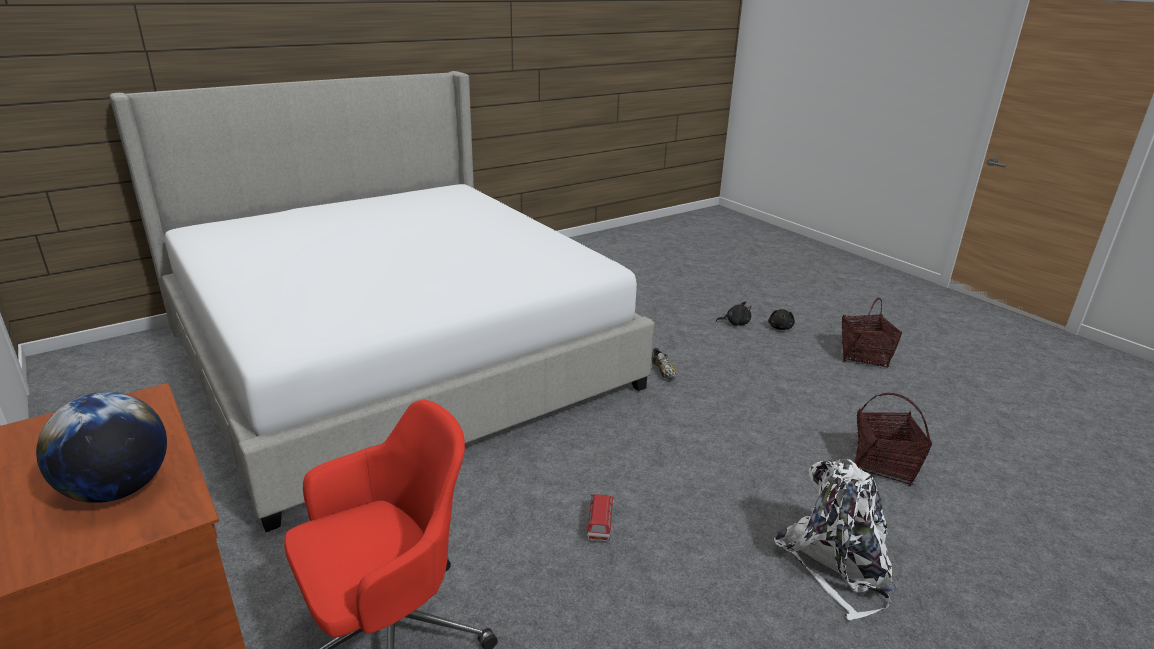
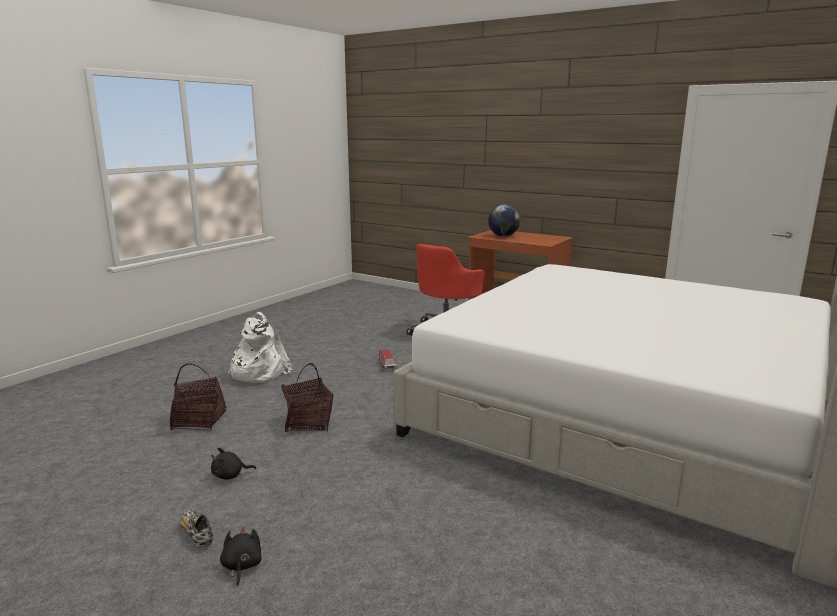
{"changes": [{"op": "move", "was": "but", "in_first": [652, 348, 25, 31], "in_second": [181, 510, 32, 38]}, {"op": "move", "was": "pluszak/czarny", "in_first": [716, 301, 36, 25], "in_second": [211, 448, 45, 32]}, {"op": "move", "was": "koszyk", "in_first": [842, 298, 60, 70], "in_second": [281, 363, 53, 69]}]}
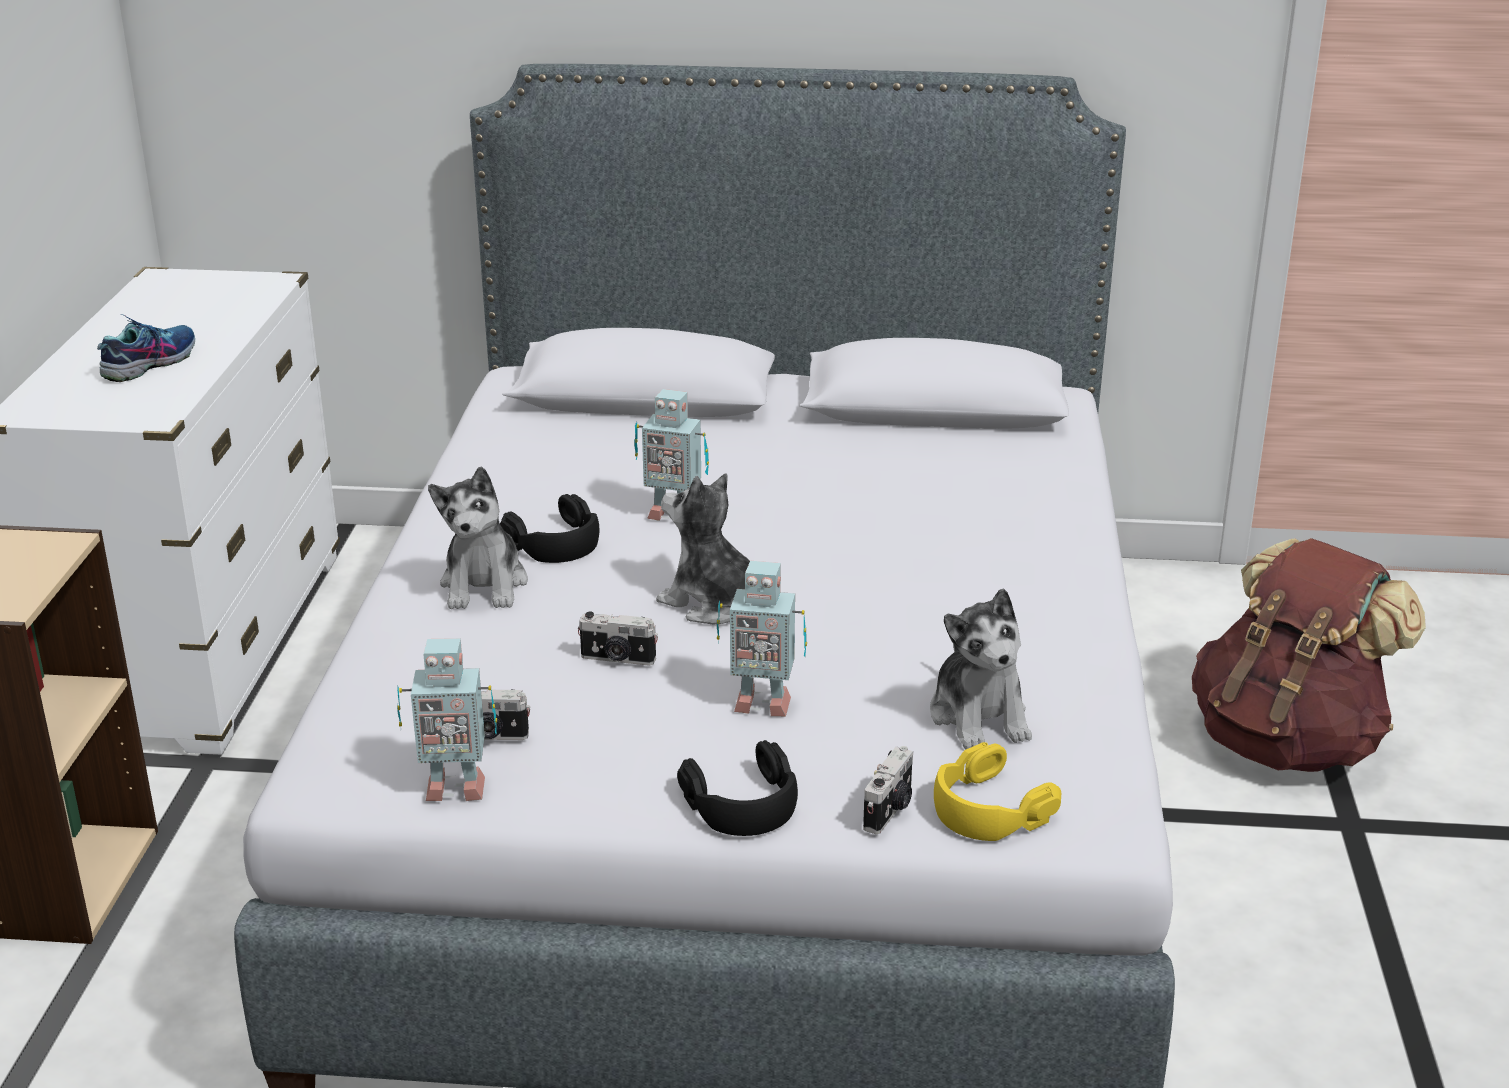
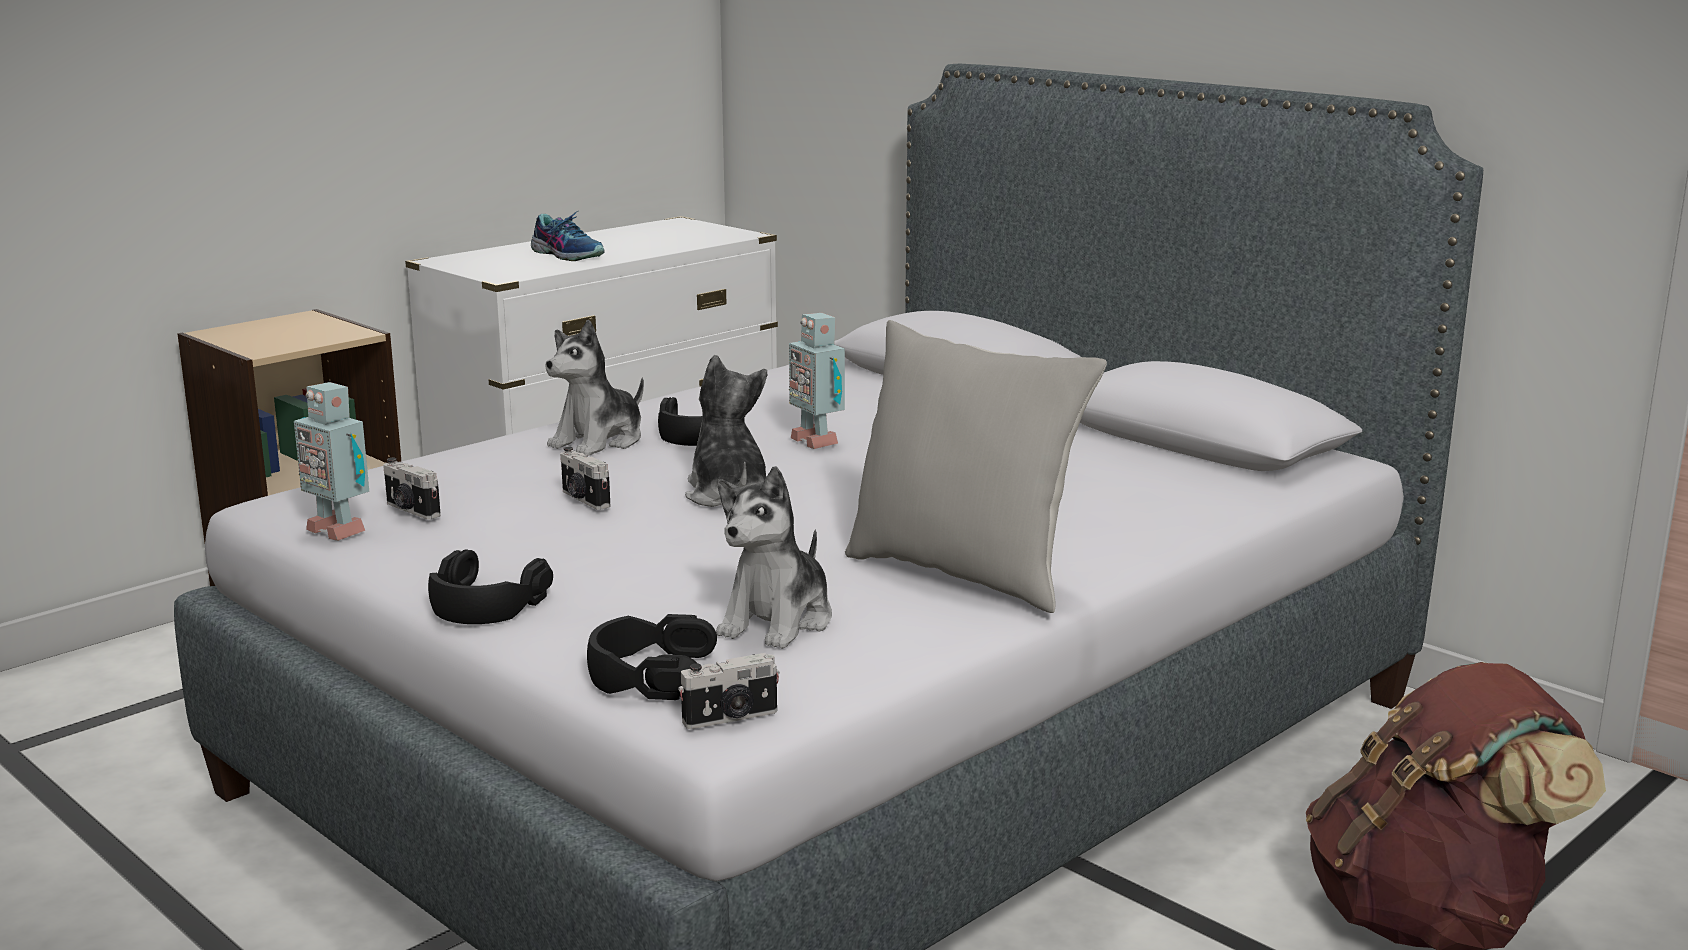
{"changes": [{"op": "delete", "was": "robot zabawkowy", "in_first": [717, 561, 90, 156]}, {"op": "insert", "now": "poduszka/szary", "in_second": [845, 320, 262, 293]}, {"op": "move", "was": "aparat fotograficzny", "in_first": [863, 746, 50, 88], "in_second": [678, 653, 102, 76]}, {"op": "recolor", "was": "słuchawki/żółty", "now": "słuchawki/czarny", "in_first": [934, 742, 127, 99], "in_second": [587, 614, 130, 86]}, {"op": "rotate", "was": "but", "in_first": [97, 314, 98, 68], "in_second": [531, 211, 74, 50], "clockwise": 60}]}
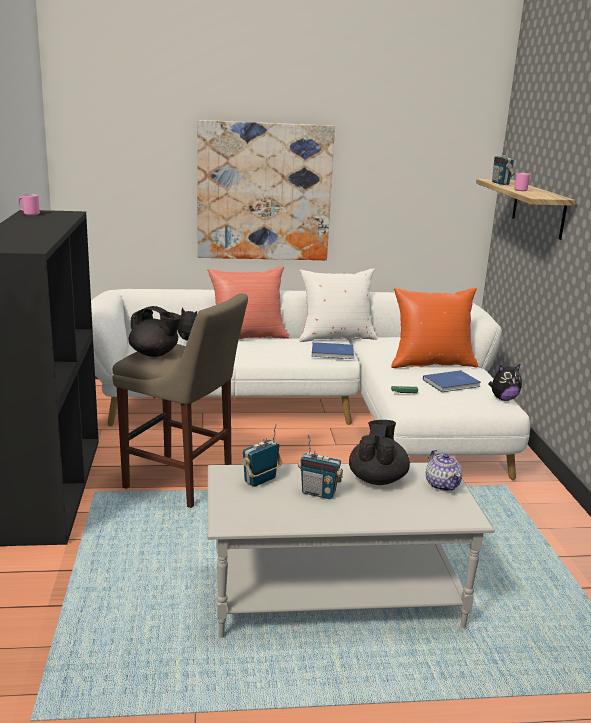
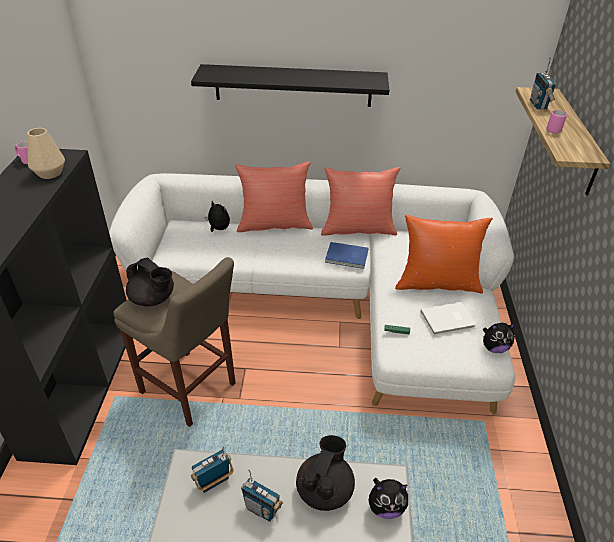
{"changes": [{"op": "insert", "now": "wazon/beżowy", "in_second": [27, 128, 38, 51]}, {"op": "replace", "was": "obraz", "now": "półka/czarny", "in_first": [197, 120, 138, 140], "in_second": [191, 64, 198, 43]}, {"op": "replace", "was": "imbryk", "now": "pluszak", "in_first": [426, 450, 36, 41], "in_second": [369, 478, 39, 41]}, {"op": "recolor", "was": "poduszka/biały", "now": "poduszka/czerwony", "in_first": [299, 268, 79, 74], "in_second": [321, 167, 79, 69]}, {"op": "recolor", "was": "książka/niebieski", "now": "książka/biały", "in_first": [423, 370, 58, 22], "in_second": [420, 302, 56, 34]}]}
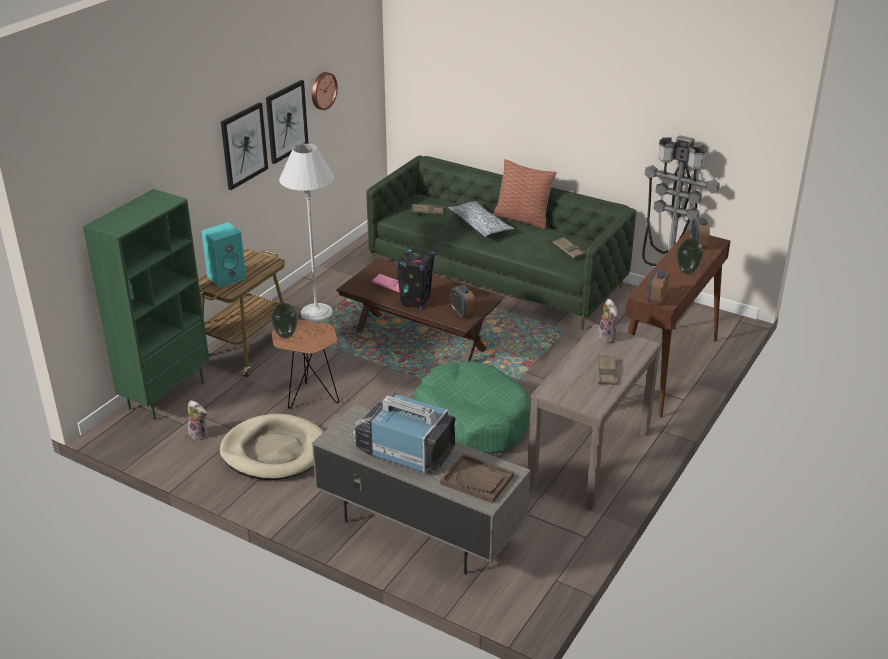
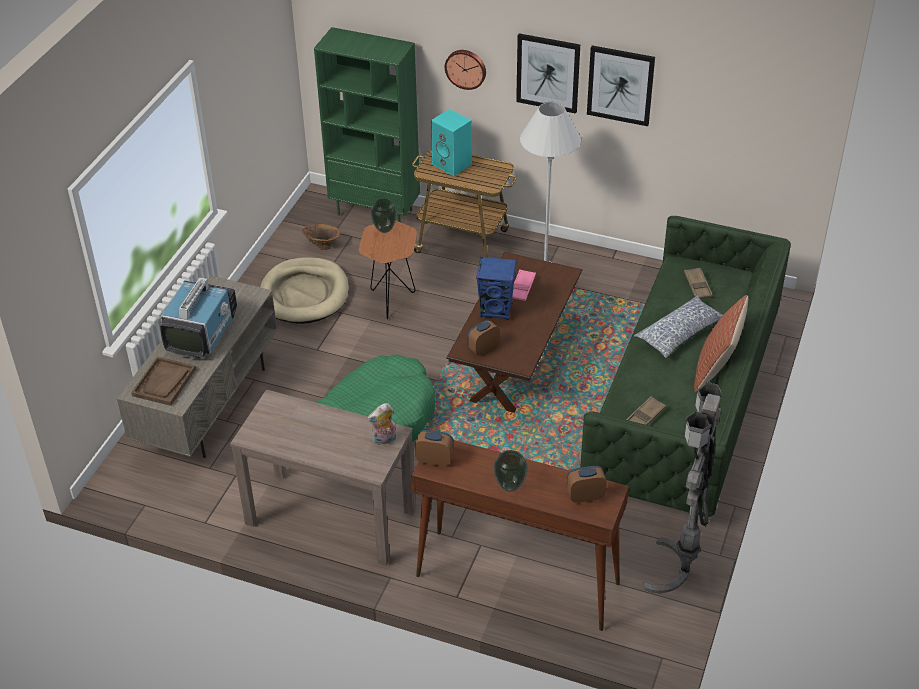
{"changes": [{"op": "delete", "was": "taca/brązowy", "in_first": [597, 355, 20, 30]}, {"op": "move", "was": "zegar ścienny", "in_first": [312, 72, 26, 38], "in_second": [445, 50, 41, 40]}, {"op": "replace", "was": "pluszak", "now": "wazon/brązowy", "in_first": [188, 400, 20, 41], "in_second": [302, 224, 38, 26]}, {"op": "recolor", "was": "głośnik/czarny", "now": "głośnik/niebieski", "in_first": [396, 247, 39, 62], "in_second": [476, 256, 41, 64]}]}
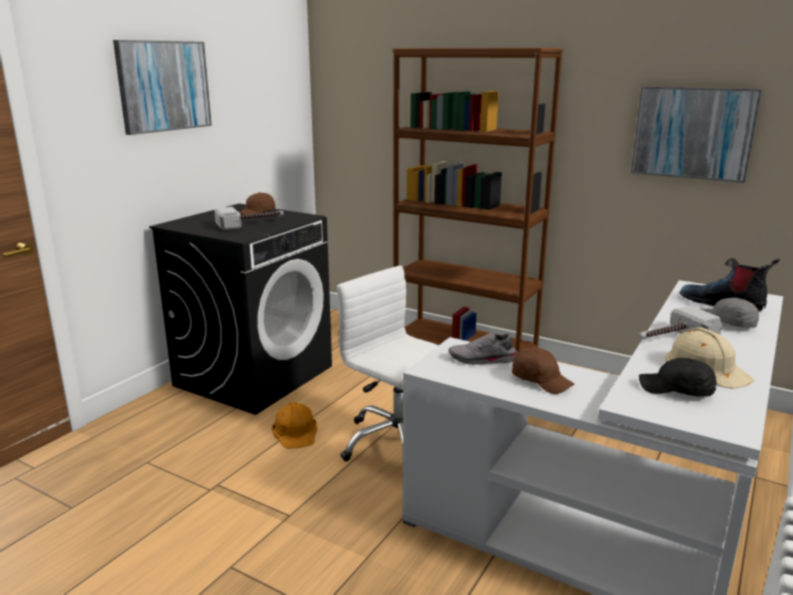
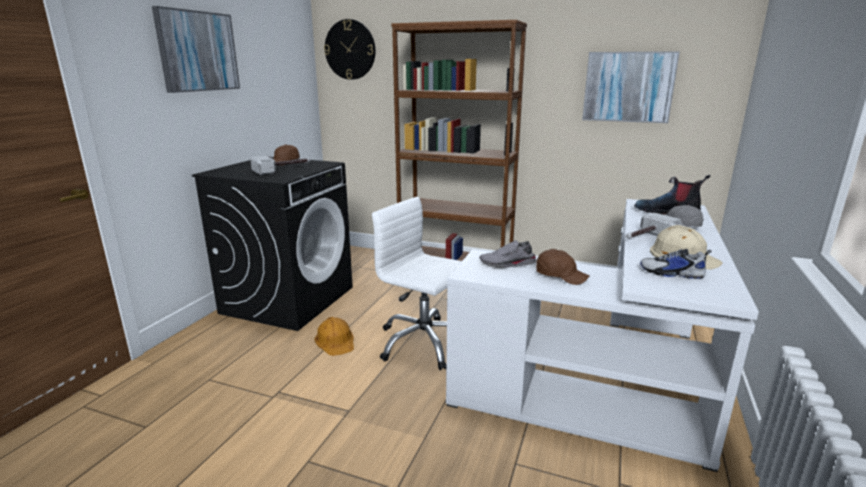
{"changes": [{"op": "insert", "now": "zegar ścienny", "in_second": [324, 19, 51, 61]}, {"op": "replace", "was": "czapka z daszkiem/czarny", "now": "but", "in_first": [639, 358, 78, 39], "in_second": [640, 249, 71, 30]}]}
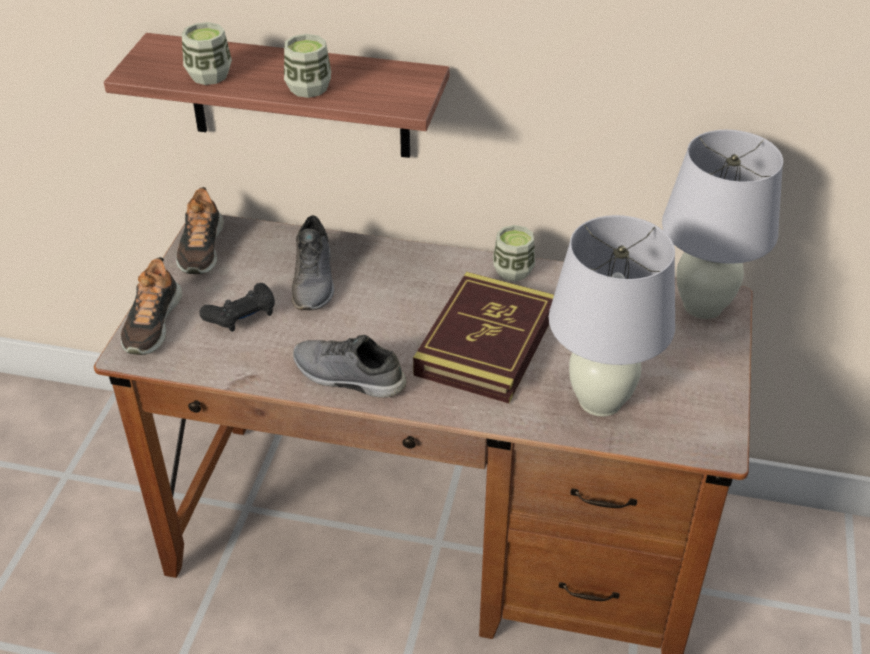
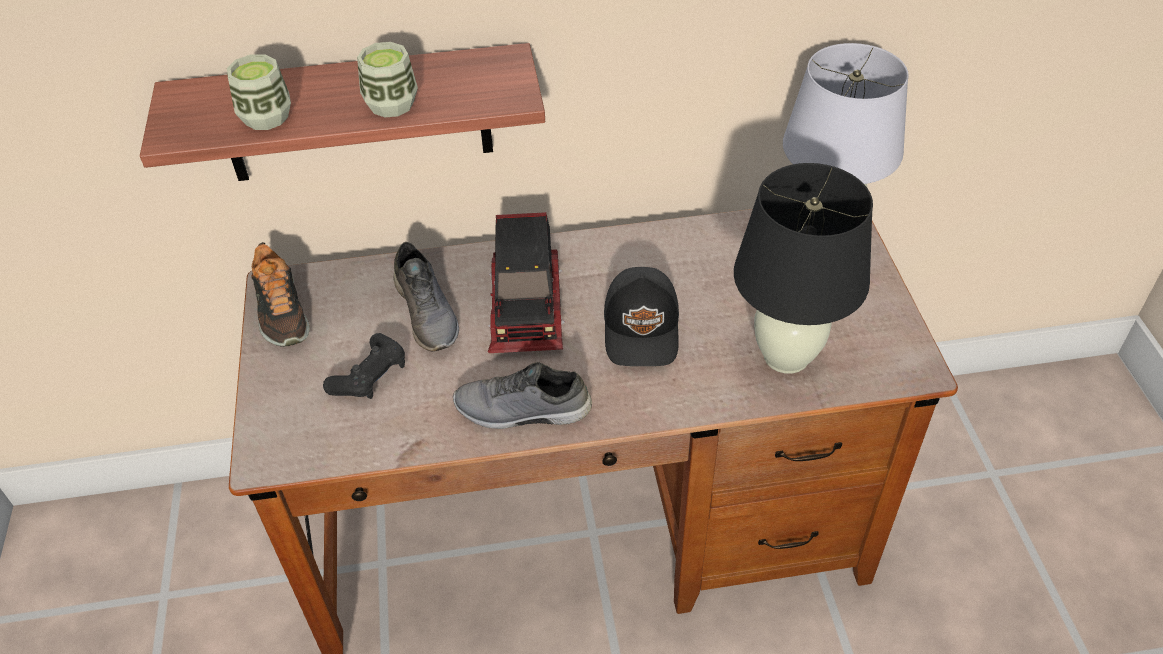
{"changes": [{"op": "delete", "was": "but", "in_first": [121, 257, 61, 98]}, {"op": "delete", "was": "filiżanka", "in_first": [493, 225, 42, 56]}, {"op": "insert", "now": "ciężarówka zabawkowa", "in_second": [488, 212, 77, 141]}, {"op": "replace", "was": "książka", "now": "czapka z daszkiem/czarny", "in_first": [413, 272, 141, 131], "in_second": [604, 267, 75, 99]}, {"op": "recolor", "was": "lampa stołowa/biały", "now": "lampa stołowa/czarny", "in_first": [549, 215, 126, 202], "in_second": [734, 163, 139, 211]}]}
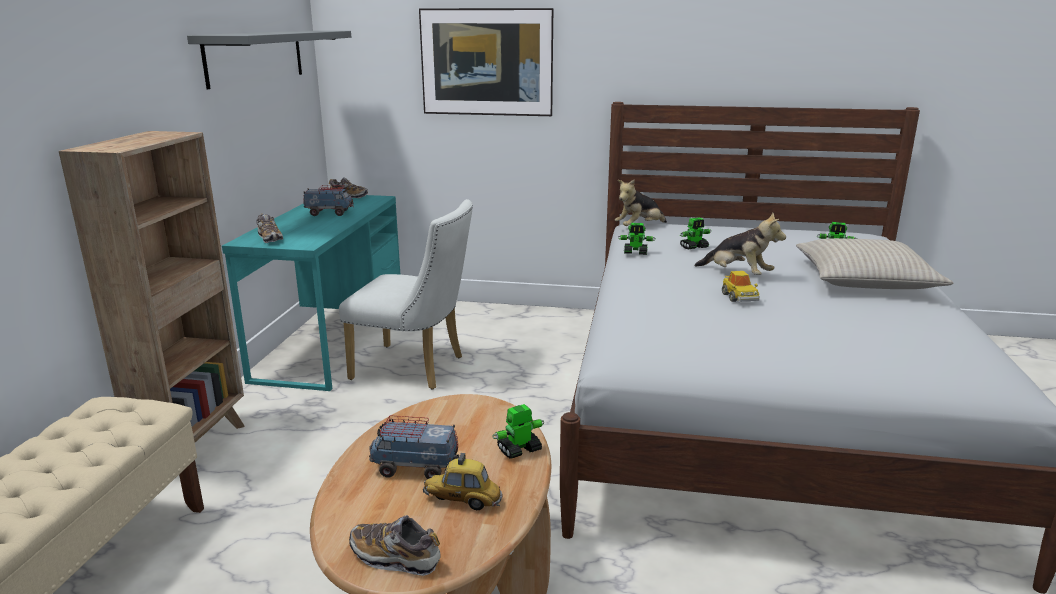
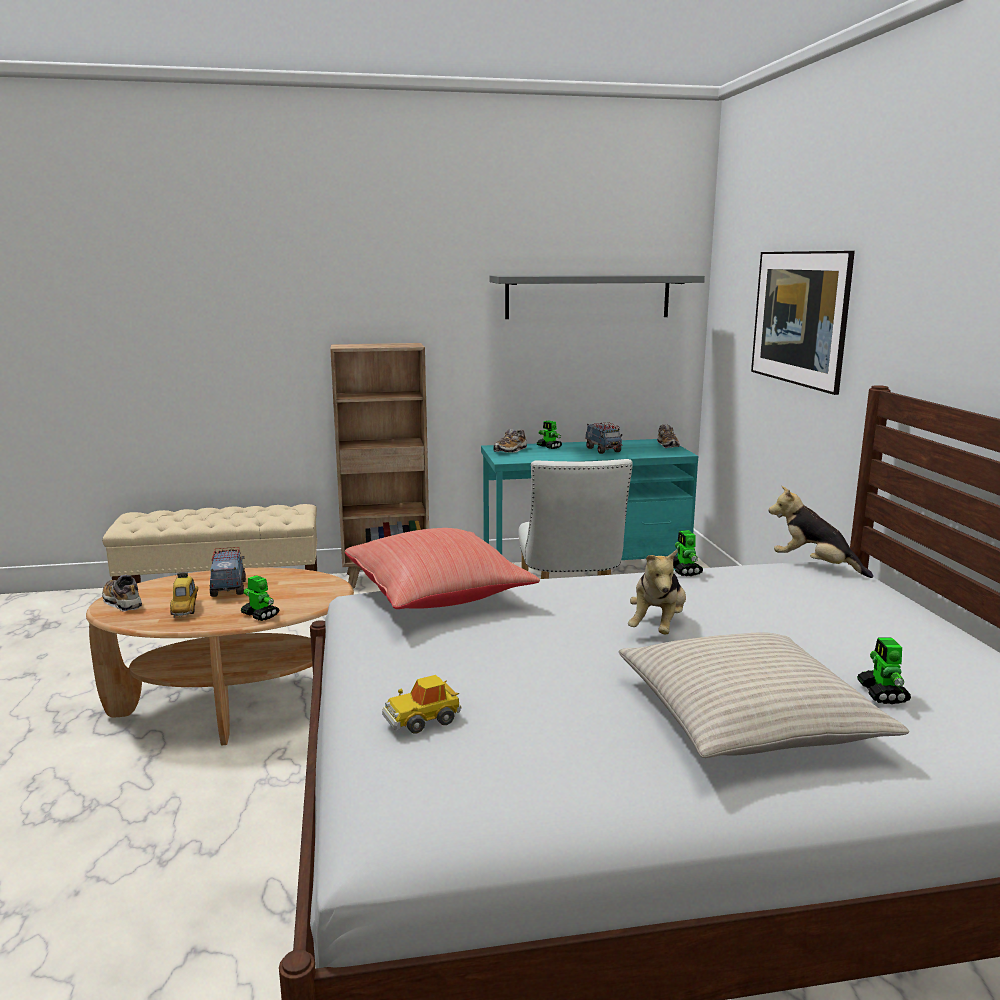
{"changes": [{"op": "insert", "now": "poduszka/czerwony", "in_second": [345, 528, 195, 81]}, {"op": "move", "was": "robot zabawkowy", "in_first": [680, 217, 32, 32], "in_second": [537, 420, 25, 29]}, {"op": "move", "was": "samochodzik", "in_first": [722, 271, 38, 31], "in_second": [382, 675, 80, 58]}, {"op": "rotate", "was": "but", "in_first": [349, 515, 92, 61], "in_second": [102, 575, 40, 37], "clockwise": -45}]}
